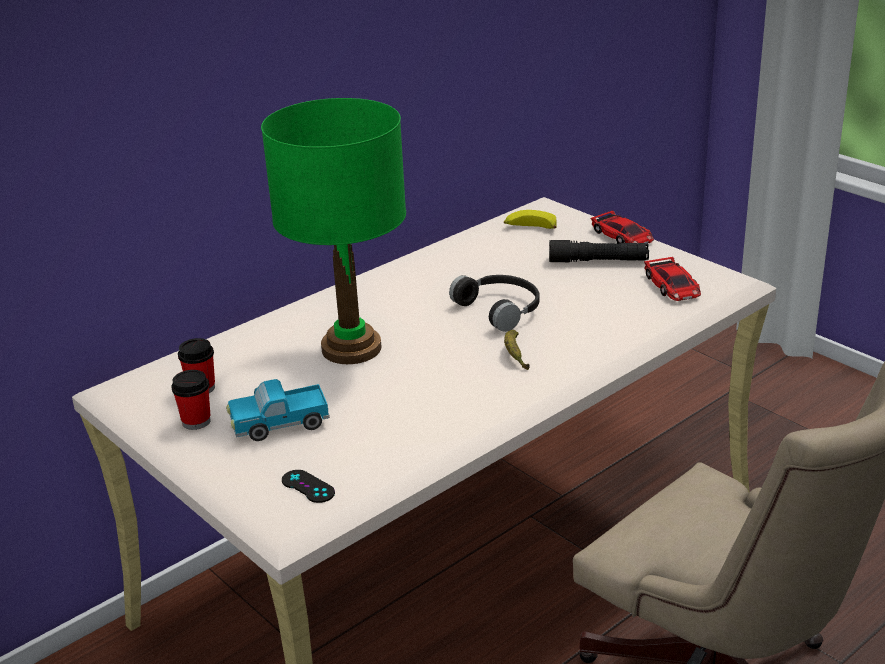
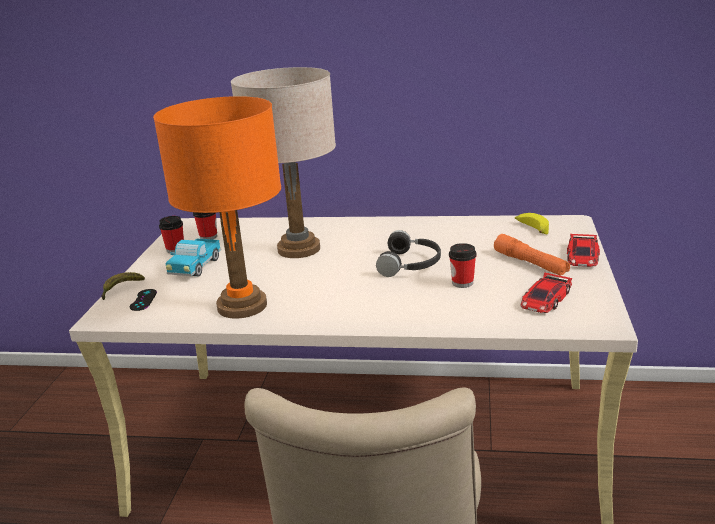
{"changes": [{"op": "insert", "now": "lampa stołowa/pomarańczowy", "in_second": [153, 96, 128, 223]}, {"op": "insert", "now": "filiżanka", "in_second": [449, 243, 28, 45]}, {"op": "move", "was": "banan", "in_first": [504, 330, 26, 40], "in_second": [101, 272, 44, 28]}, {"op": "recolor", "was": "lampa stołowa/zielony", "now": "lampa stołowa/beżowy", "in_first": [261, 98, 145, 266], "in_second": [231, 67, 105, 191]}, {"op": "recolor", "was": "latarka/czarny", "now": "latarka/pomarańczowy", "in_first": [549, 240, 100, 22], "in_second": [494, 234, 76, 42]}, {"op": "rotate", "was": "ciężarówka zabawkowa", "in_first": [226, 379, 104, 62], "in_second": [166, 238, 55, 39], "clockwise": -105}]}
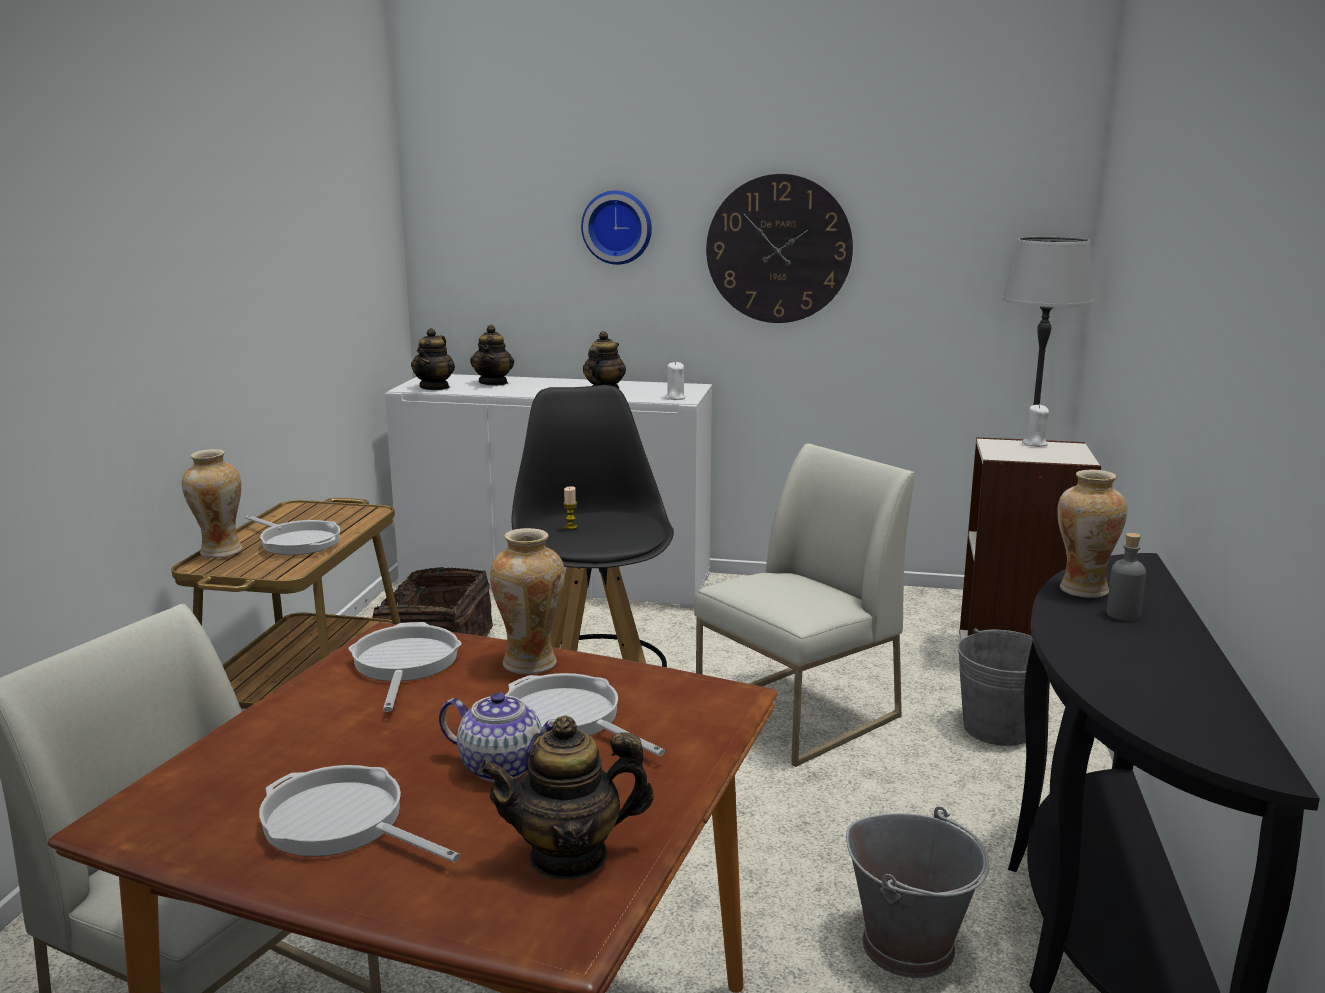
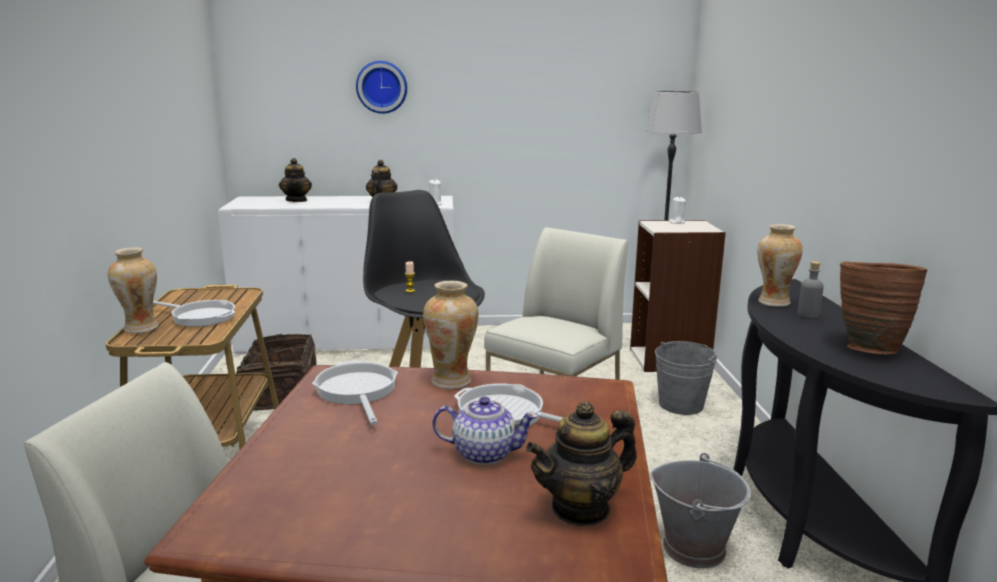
{"changes": [{"op": "delete", "was": "patelnia", "in_first": [259, 765, 201, 97]}, {"op": "delete", "was": "imbryk", "in_first": [411, 328, 44, 62]}, {"op": "delete", "was": "zegar ścienny", "in_first": [706, 174, 147, 149]}, {"op": "insert", "now": "wazon/brązowy", "in_second": [840, 262, 88, 92]}]}
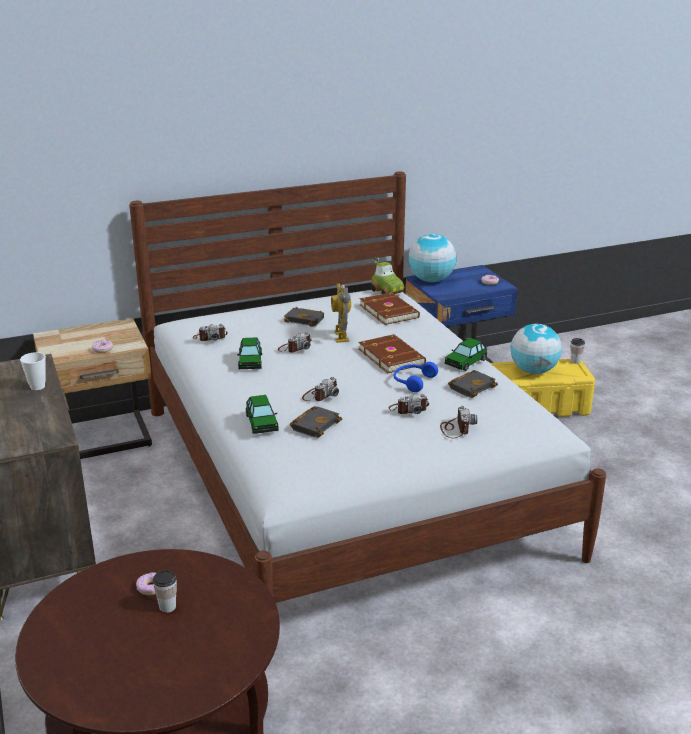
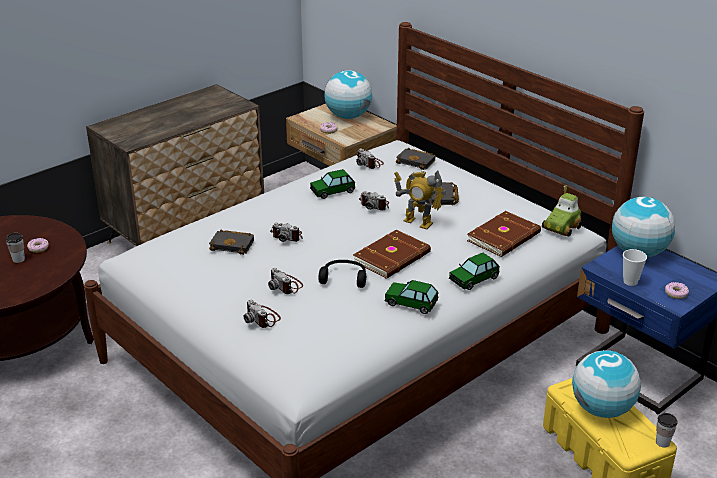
{"changes": [{"op": "insert", "now": "globus", "in_second": [324, 70, 48, 49]}, {"op": "move", "was": "filiżanka", "in_first": [20, 352, 26, 38], "in_second": [623, 249, 24, 37]}, {"op": "move", "was": "samochodzik", "in_first": [246, 395, 33, 39], "in_second": [449, 253, 51, 37]}, {"op": "move", "was": "książka/czarny", "in_first": [448, 370, 50, 28], "in_second": [396, 148, 40, 22]}, {"op": "recolor", "was": "słuchawki/niebieski", "now": "słuchawki/czarny", "in_first": [394, 362, 44, 30], "in_second": [318, 260, 48, 28]}, {"op": "rotate", "was": "robot zabawkowy", "in_first": [331, 283, 20, 60], "in_second": [394, 170, 52, 60], "clockwise": -120}, {"op": "rotate", "was": "aparat fotograficzny", "in_first": [440, 406, 37, 32], "in_second": [244, 300, 37, 28], "clockwise": 75}]}
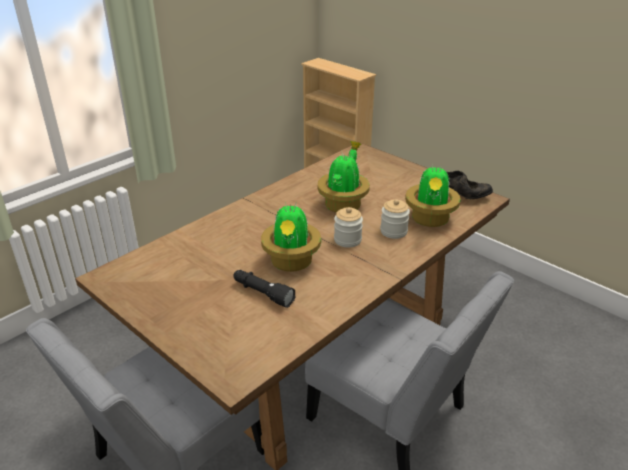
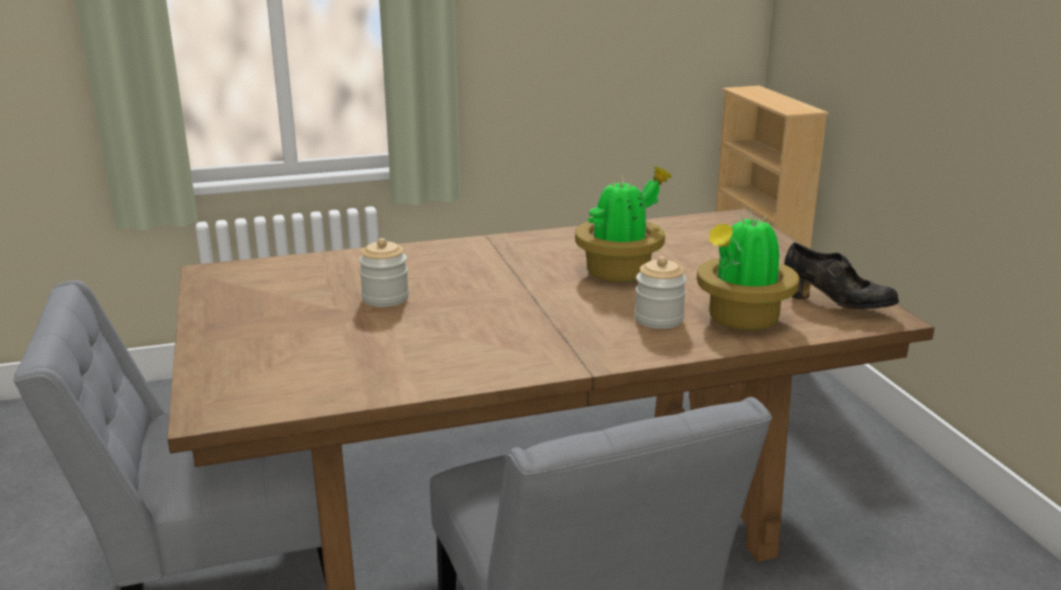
{"changes": [{"op": "delete", "was": "latarka/czarny", "in_first": [233, 270, 63, 38]}, {"op": "delete", "was": "roślina doniczkowa", "in_first": [261, 202, 60, 70]}, {"op": "move", "was": "słoik", "in_first": [334, 207, 29, 41], "in_second": [359, 238, 50, 69]}]}
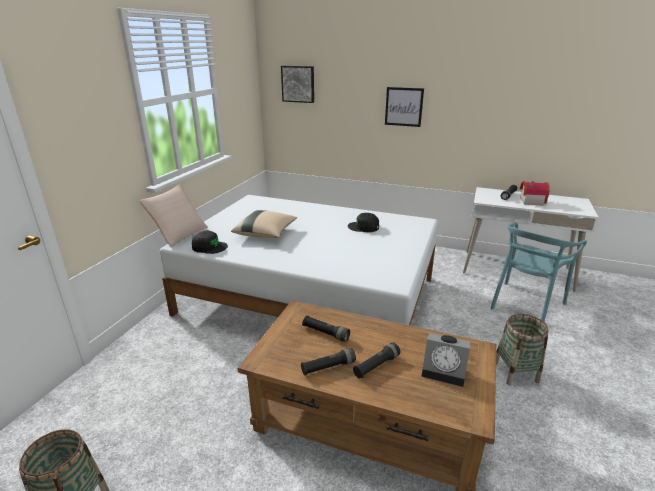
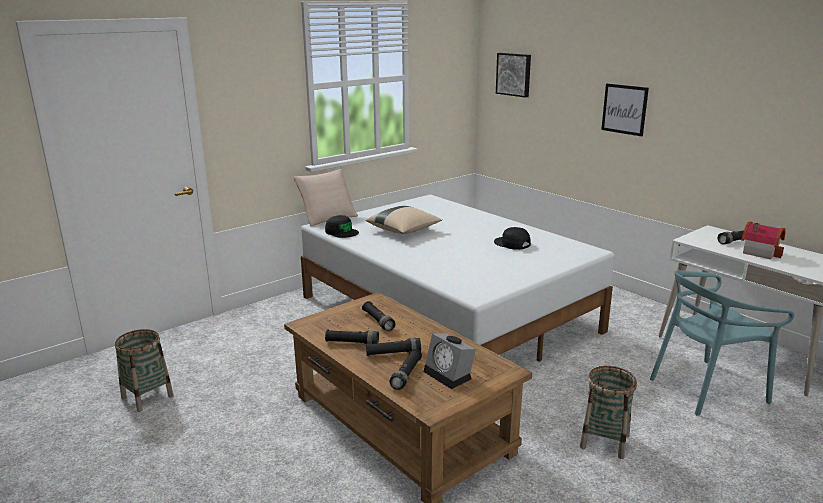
{"changes": [{"op": "insert", "now": "latarka/czarny", "in_second": [390, 349, 32, 41]}]}
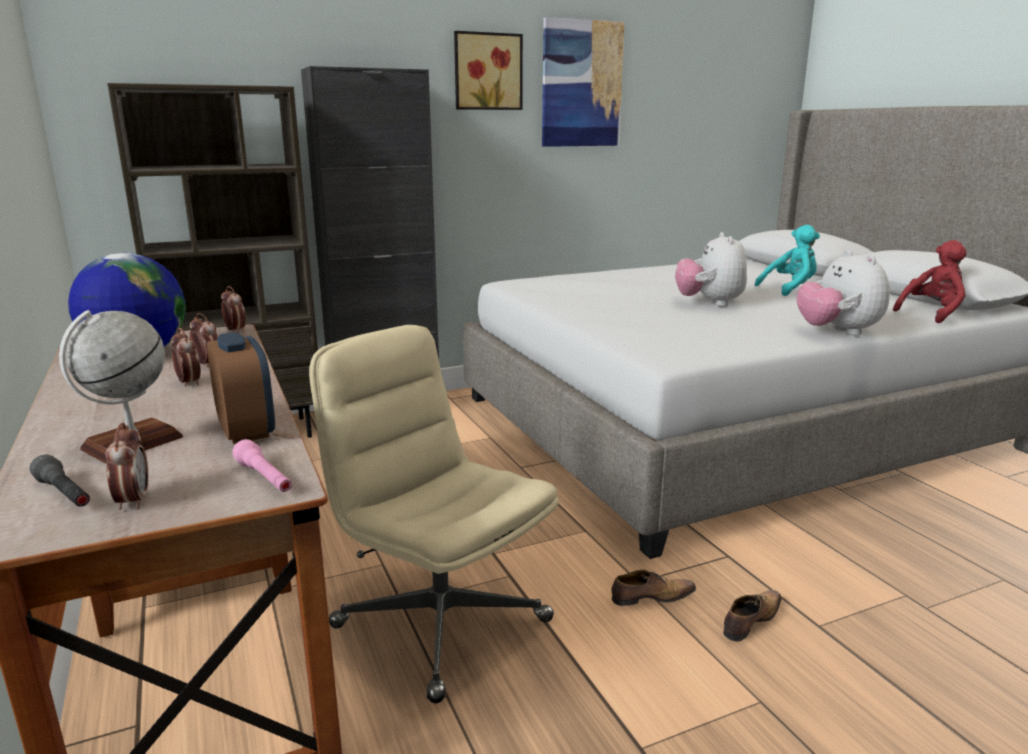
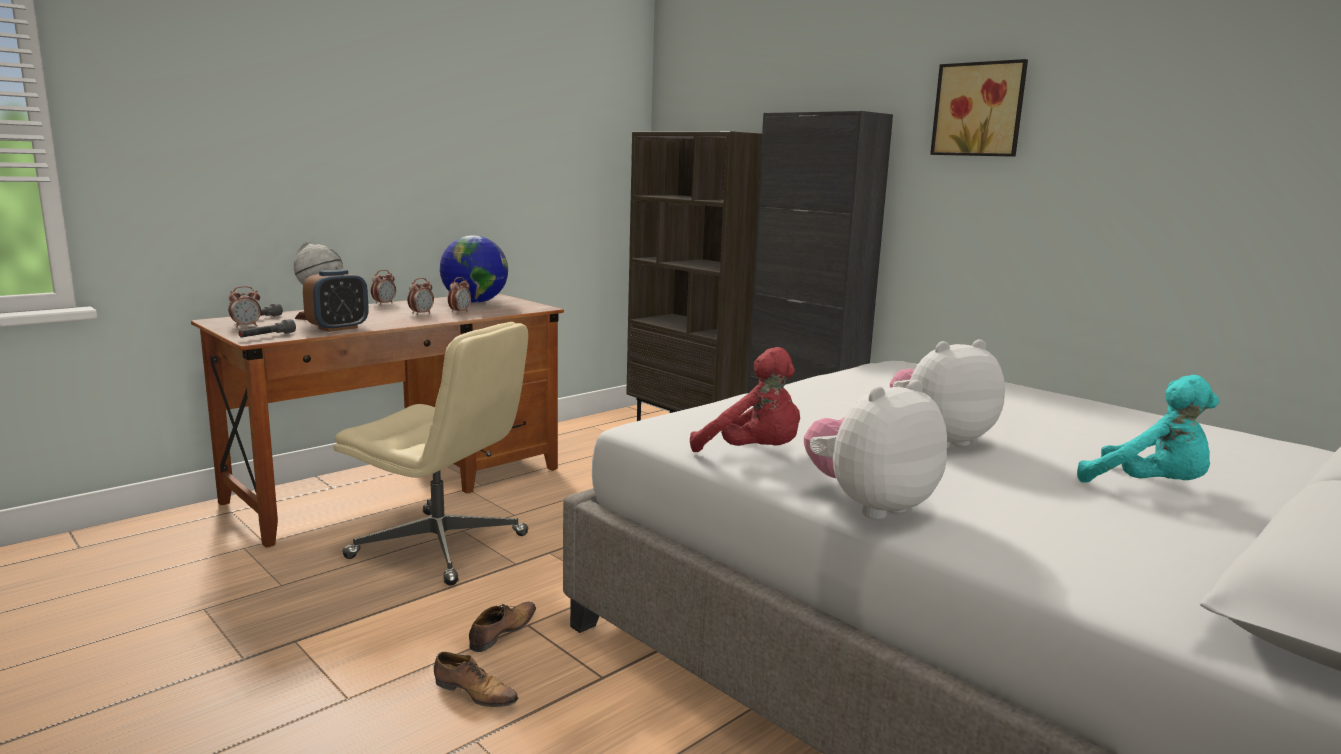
{"changes": [{"op": "delete", "was": "obraz", "in_first": [542, 17, 83, 130]}, {"op": "move", "was": "budzik", "in_first": [221, 286, 25, 47], "in_second": [371, 270, 25, 35]}, {"op": "move", "was": "pluszak/czerwony", "in_first": [893, 240, 74, 83], "in_second": [690, 347, 110, 105]}, {"op": "recolor", "was": "latarka/różowy", "now": "latarka/szary", "in_first": [232, 439, 60, 53], "in_second": [238, 319, 58, 19]}, {"op": "rotate", "was": "krzesło biurowe/beżowy", "in_first": [309, 325, 250, 378], "in_second": [334, 322, 194, 264], "clockwise": 90}, {"op": "rotate", "was": "but", "in_first": [611, 570, 85, 36], "in_second": [469, 602, 67, 50], "clockwise": -120}]}
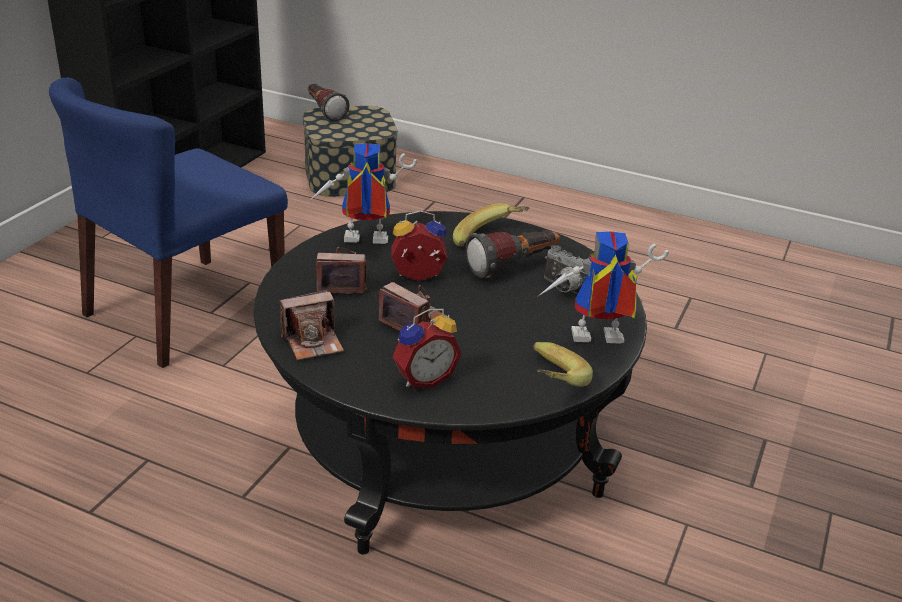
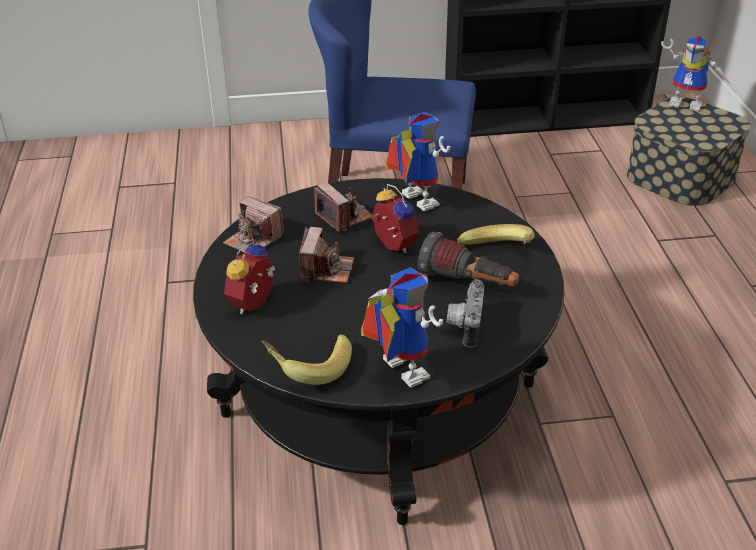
{"changes": [{"op": "replace", "was": "latarka", "now": "robot zabawkowy", "in_first": [308, 84, 42, 37], "in_second": [661, 36, 70, 76]}, {"op": "rotate", "was": "budzik", "in_first": [392, 309, 70, 79], "in_second": [224, 239, 52, 75], "clockwise": 90}]}
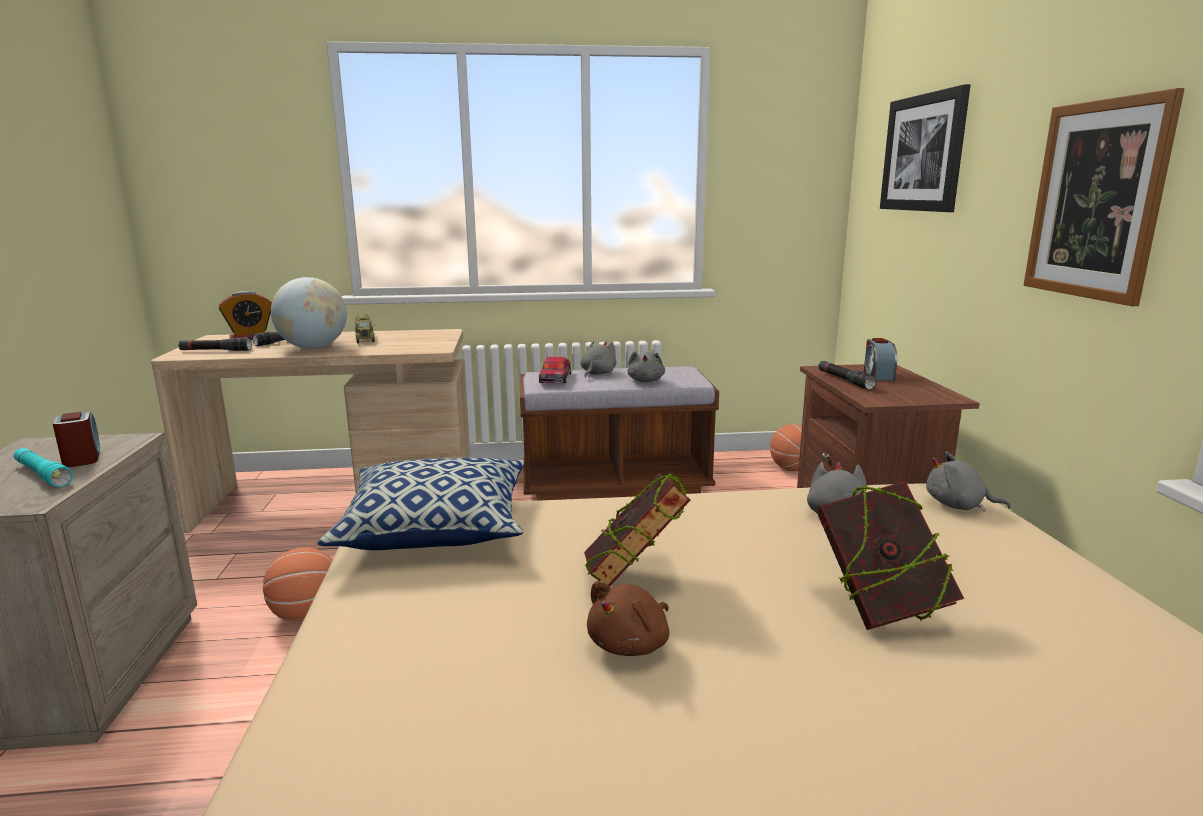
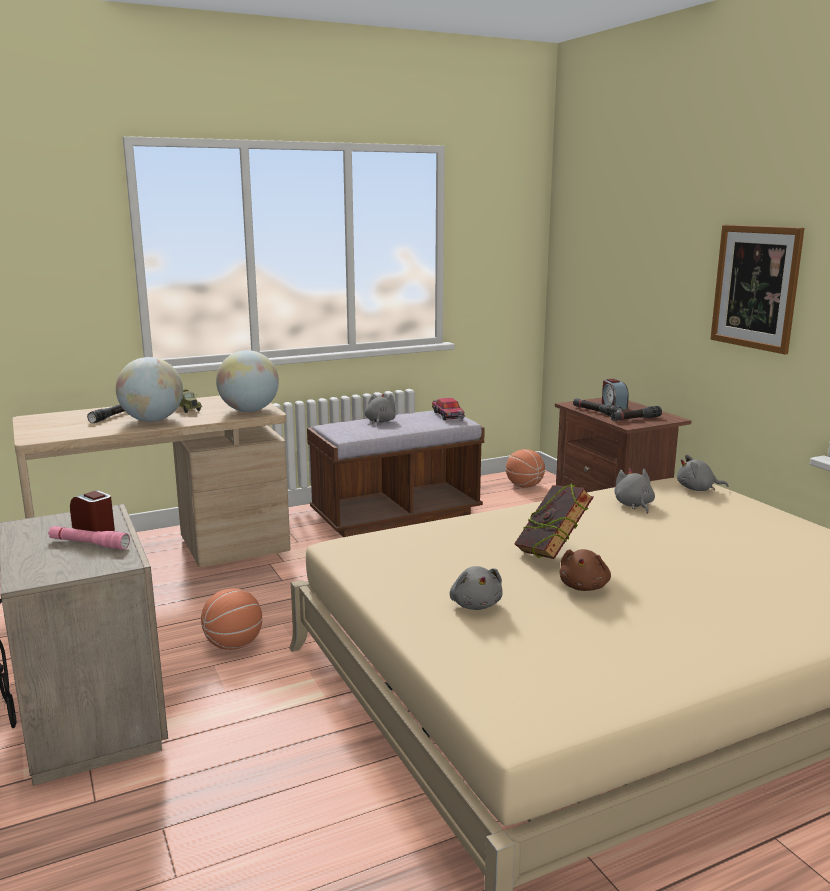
{"changes": [{"op": "delete", "was": "budzik", "in_first": [219, 291, 53, 49]}, {"op": "delete", "was": "poduszka", "in_first": [318, 458, 206, 92]}, {"op": "delete", "was": "książka", "in_first": [817, 481, 147, 149]}, {"op": "delete", "was": "obraz", "in_first": [880, 84, 91, 128]}, {"op": "insert", "now": "globus", "in_second": [216, 350, 63, 62]}, {"op": "move", "was": "latarka/czarny", "in_first": [178, 338, 74, 13], "in_second": [610, 406, 52, 15]}, {"op": "move", "was": "samochodzik", "in_first": [539, 357, 32, 26], "in_second": [432, 398, 33, 22]}, {"op": "move", "was": "pluszak/szary", "in_first": [627, 351, 38, 31], "in_second": [450, 566, 53, 44]}, {"op": "recolor", "was": "latarka/turkusowy", "now": "latarka/różowy", "in_first": [14, 448, 59, 39], "in_second": [48, 526, 82, 23]}]}
